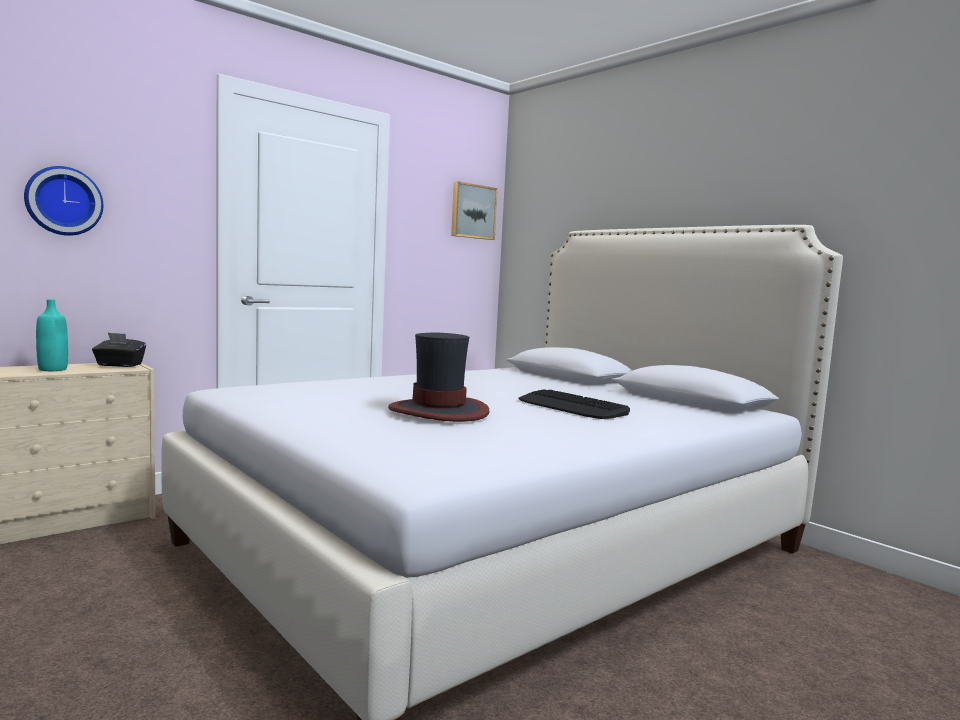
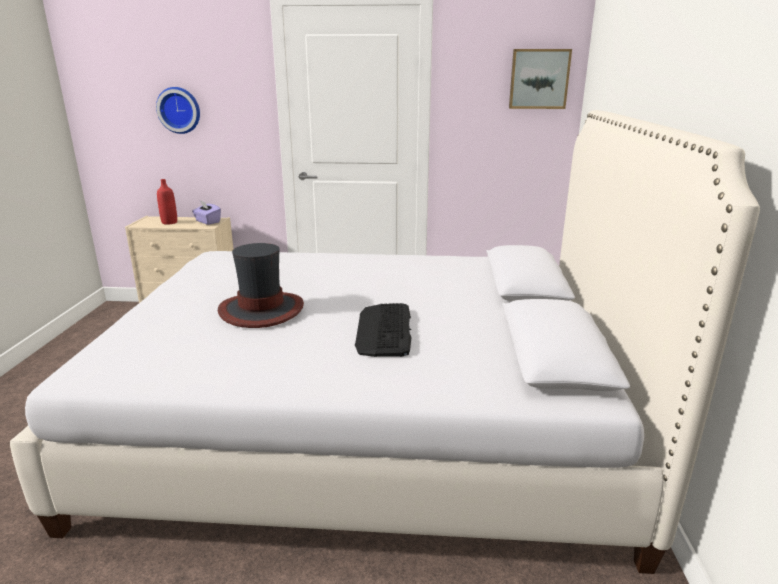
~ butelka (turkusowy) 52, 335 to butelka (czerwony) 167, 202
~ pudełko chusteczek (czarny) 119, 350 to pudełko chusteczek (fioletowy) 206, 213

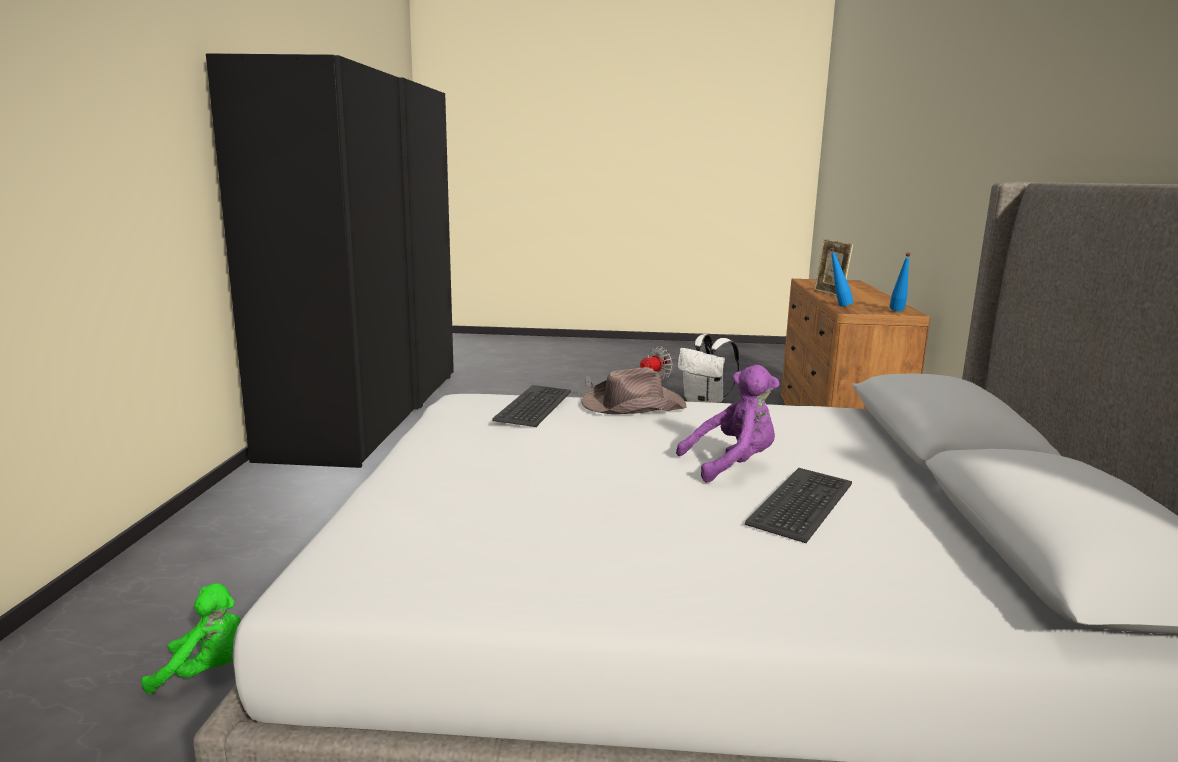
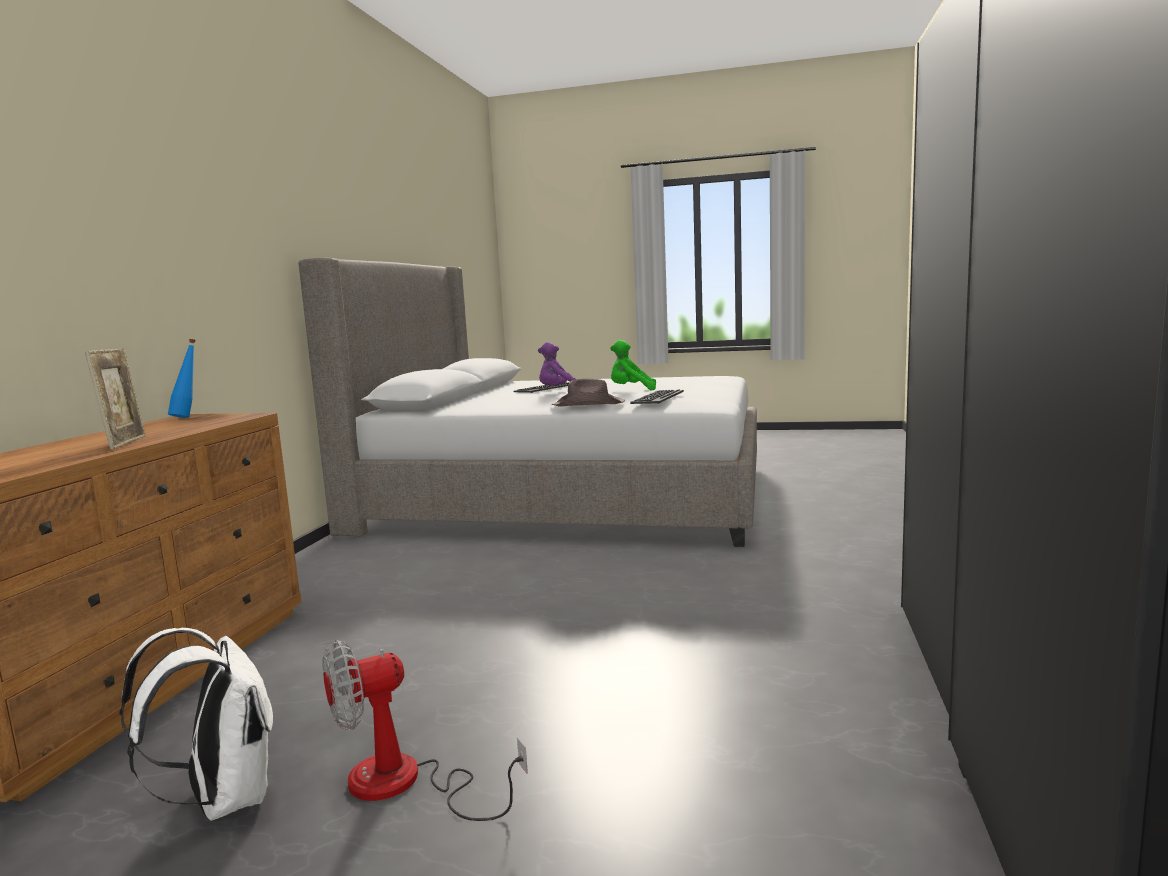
~ pluszak (zielony) 191, 638 to 633, 365
- butelka (niebieski) 841, 277

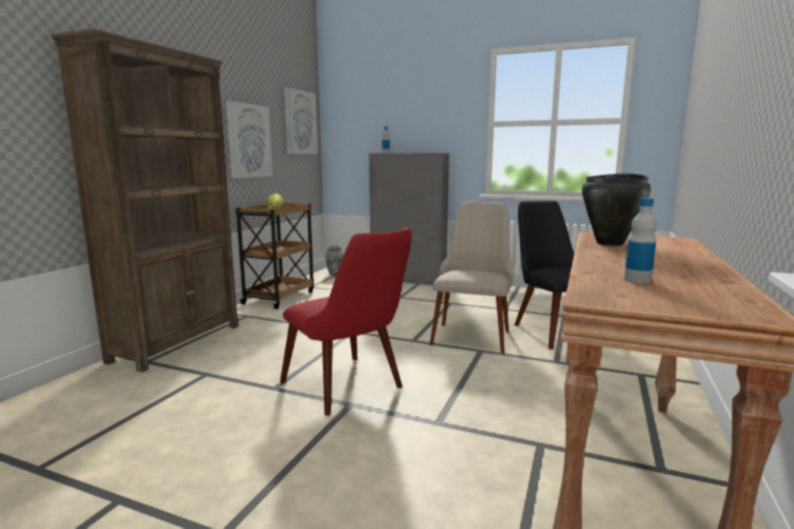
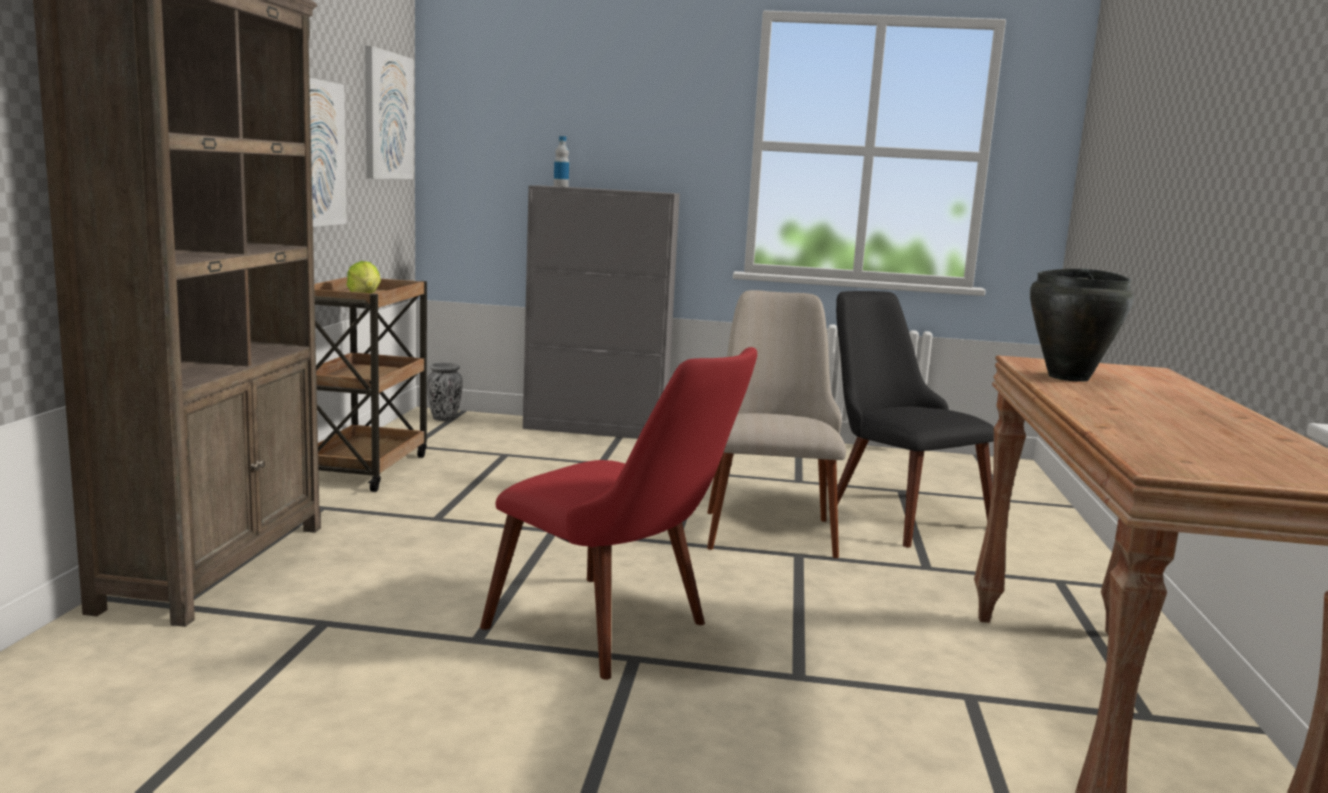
- butelka 640, 241

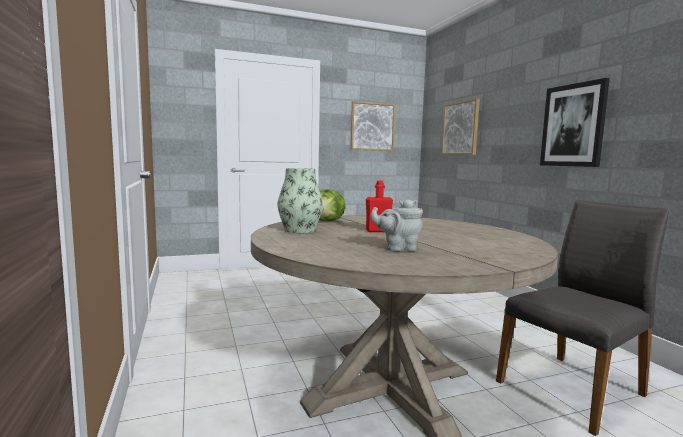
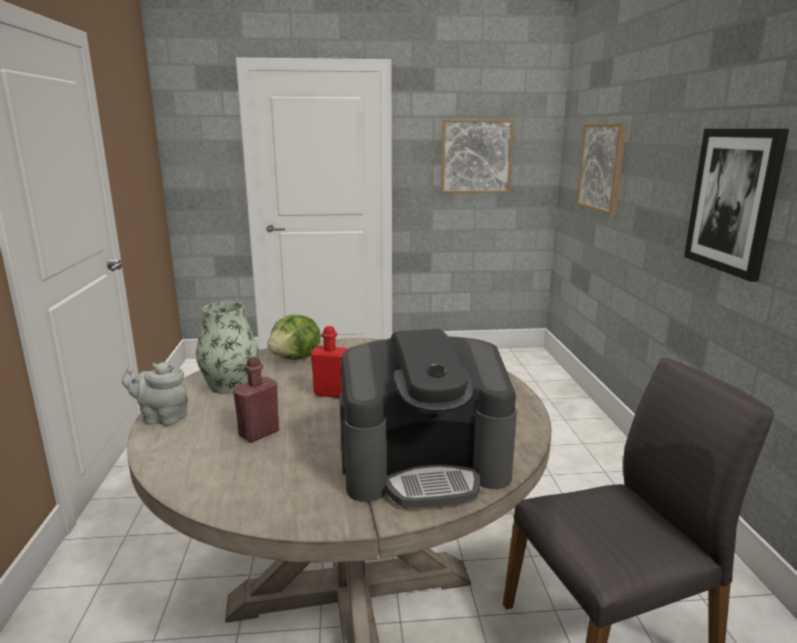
~ imbryk (szary) 396, 225 to 155, 394
+ butelka (czerwony) 256, 399
+ ekspres do kawy 428, 418

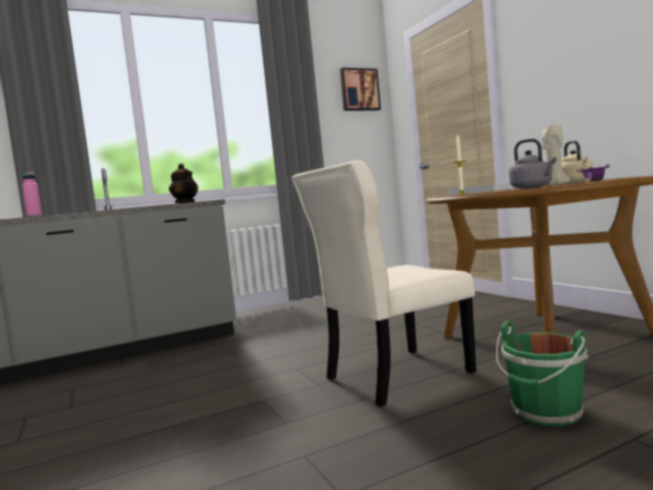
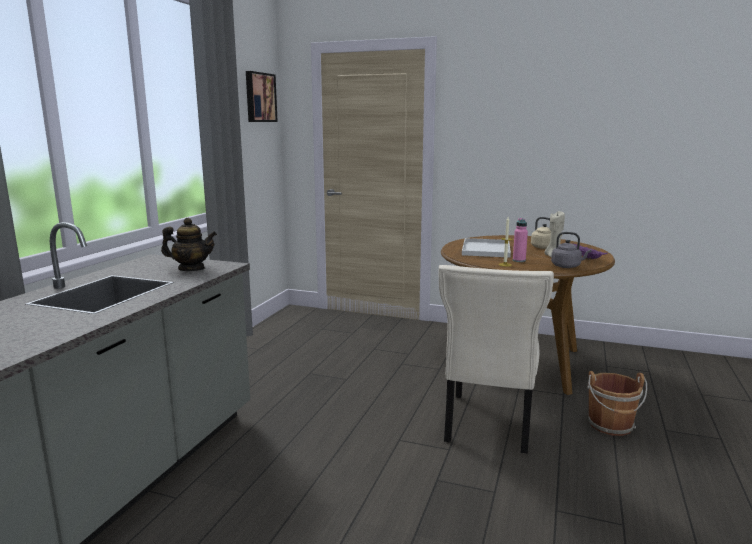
~ butelka (różowy) 32, 194 to 520, 240
~ wiadro (zielony) 542, 374 to wiadro (brązowy) 617, 403

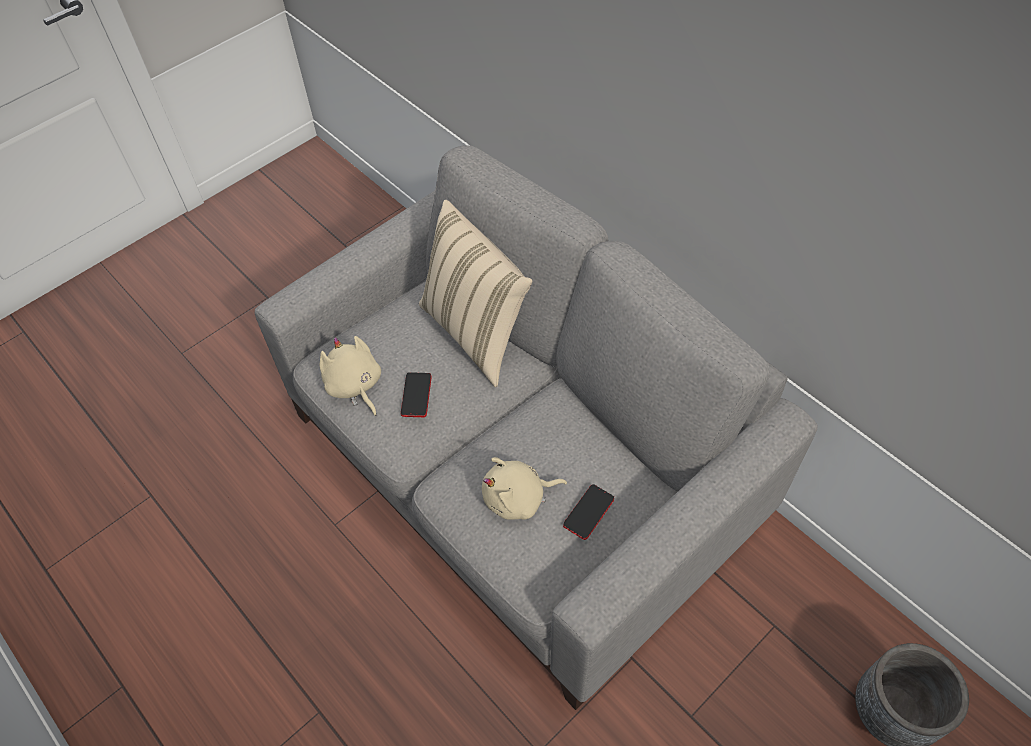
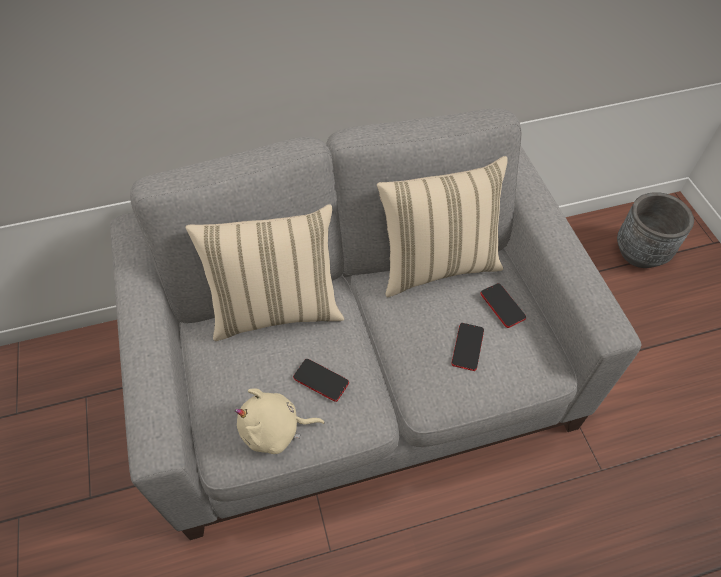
~ pluszak (beżowy) 524, 488 to telefon 468, 347
+ poduszka (beżowy) 442, 226

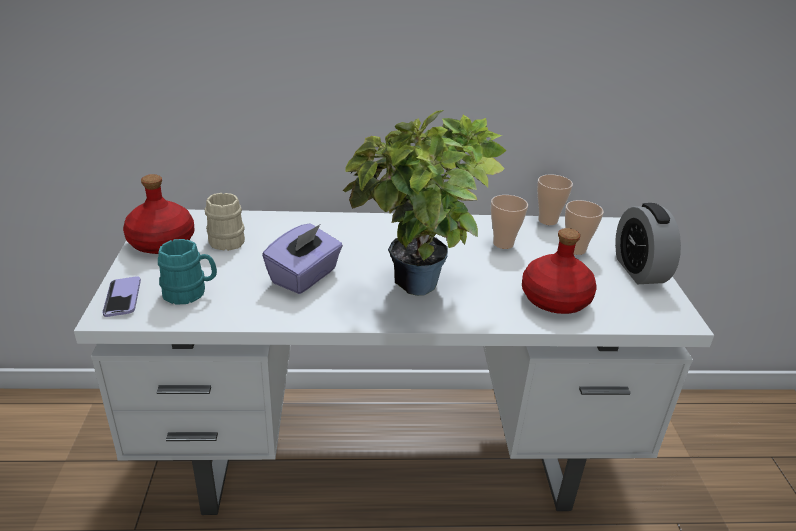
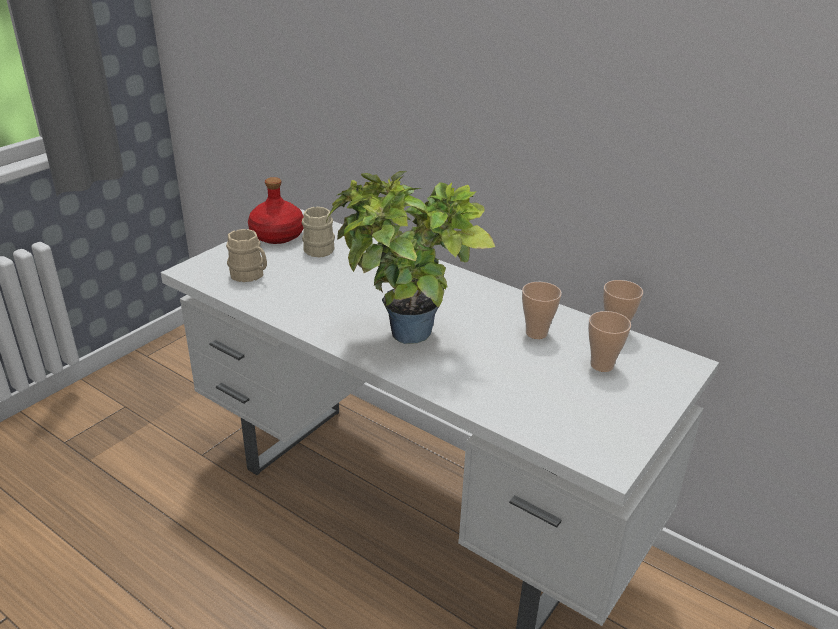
- telefon 121, 296
~ kubek (turkusowy) 187, 272 to kubek (beżowy) 246, 255
- pudełko chusteczek (fioletowy) 302, 258
- butelka (czerwony) 559, 271
- budzik 648, 243

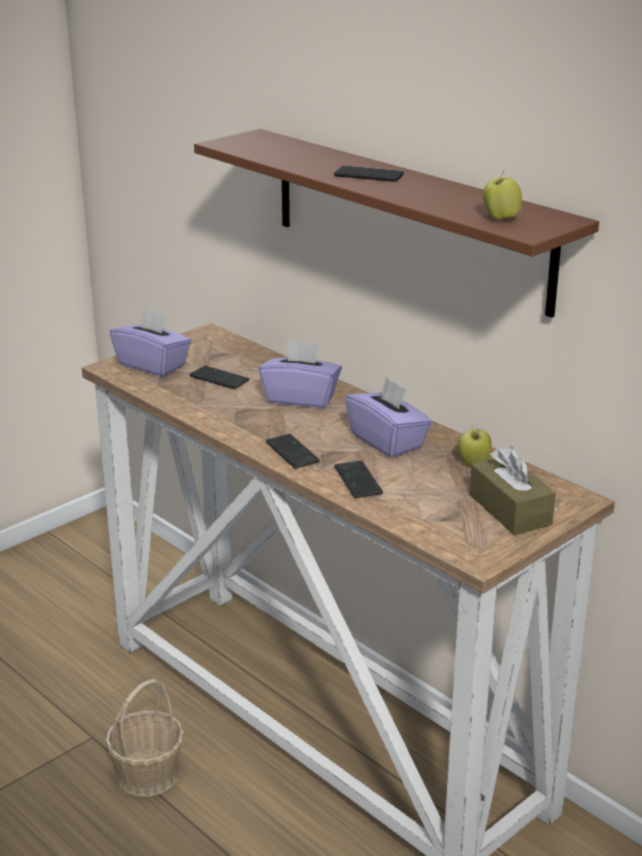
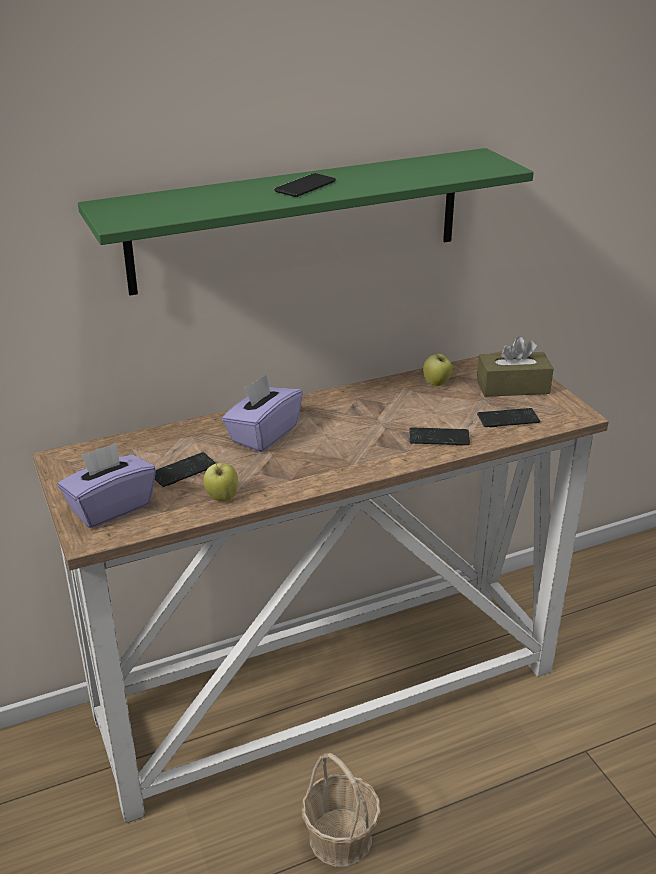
~ półka (brązowy) 396, 223 to półka (zielony) 306, 221
~ telefon 293, 451 to 508, 417
- pudełko chusteczek (fioletowy) 388, 417
~ jabłko 502, 195 to 220, 480

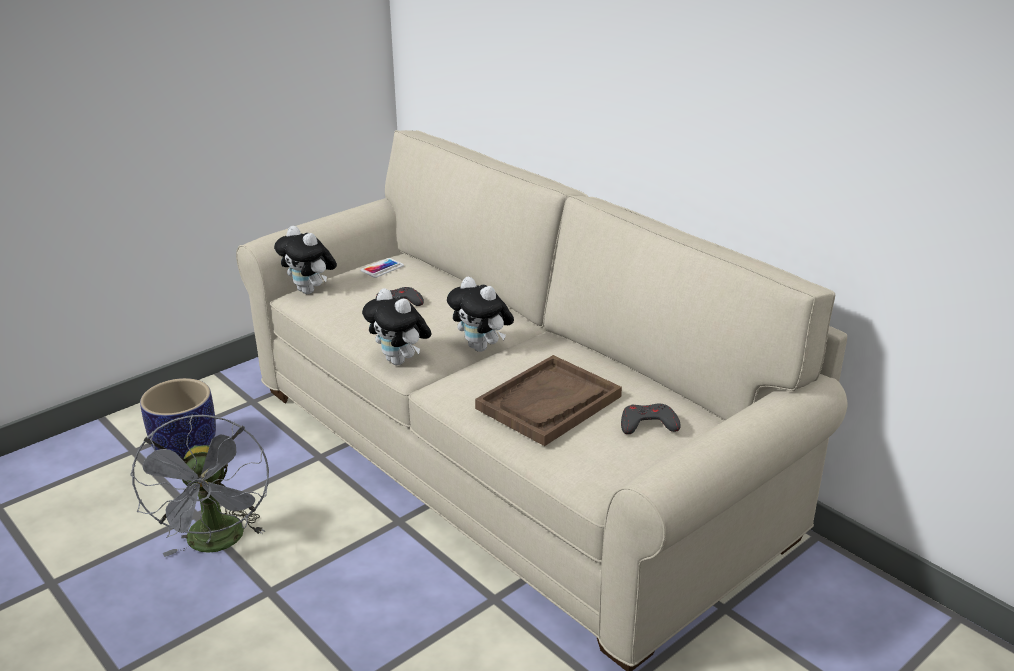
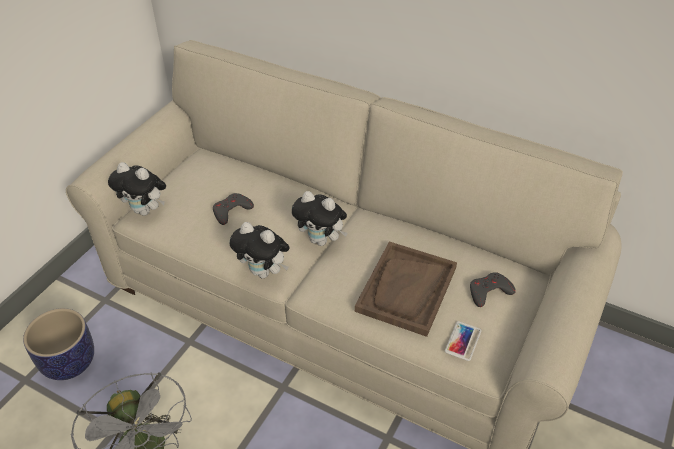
~ telefon 382, 268 to 463, 341

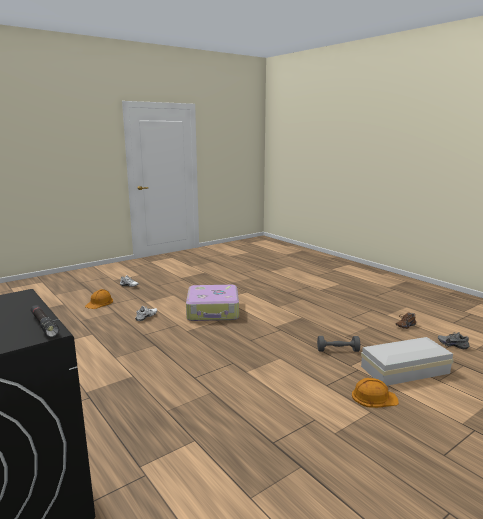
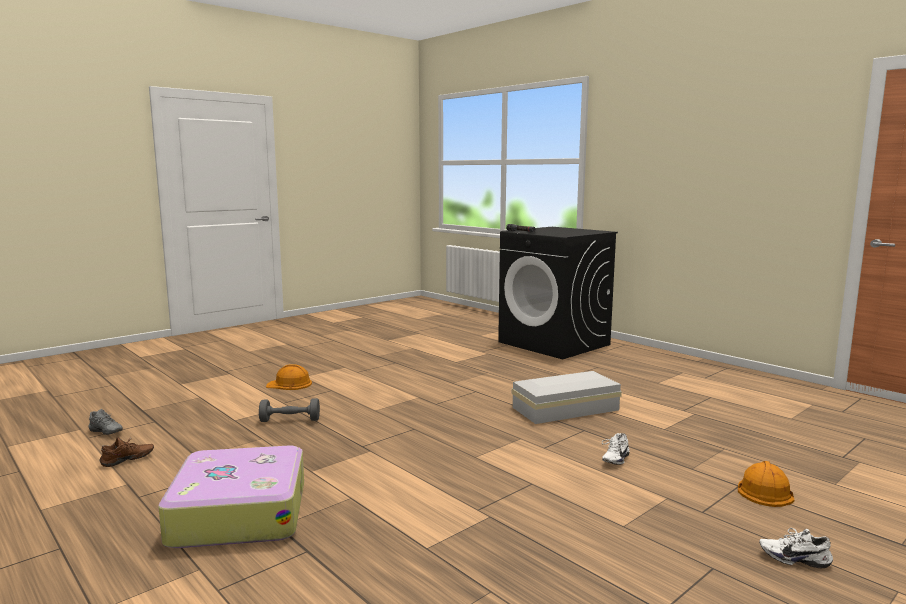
~ walizka 212, 303 to 231, 497
~ pojemnik do przechowywania (biały) 407, 361 to 567, 397

